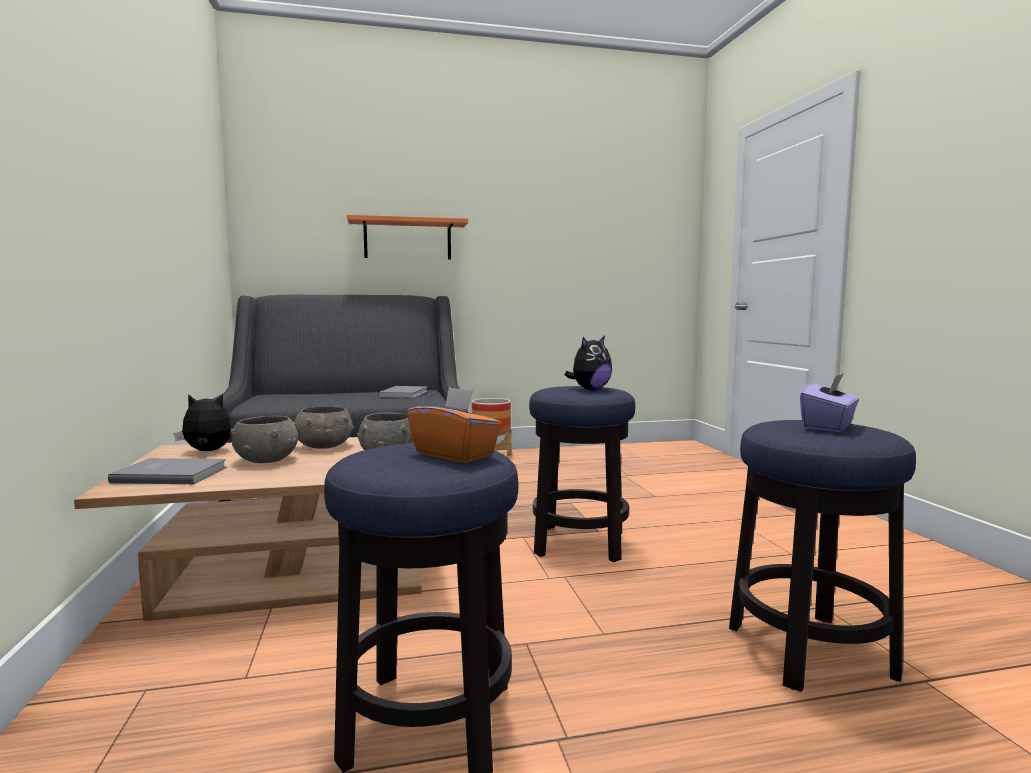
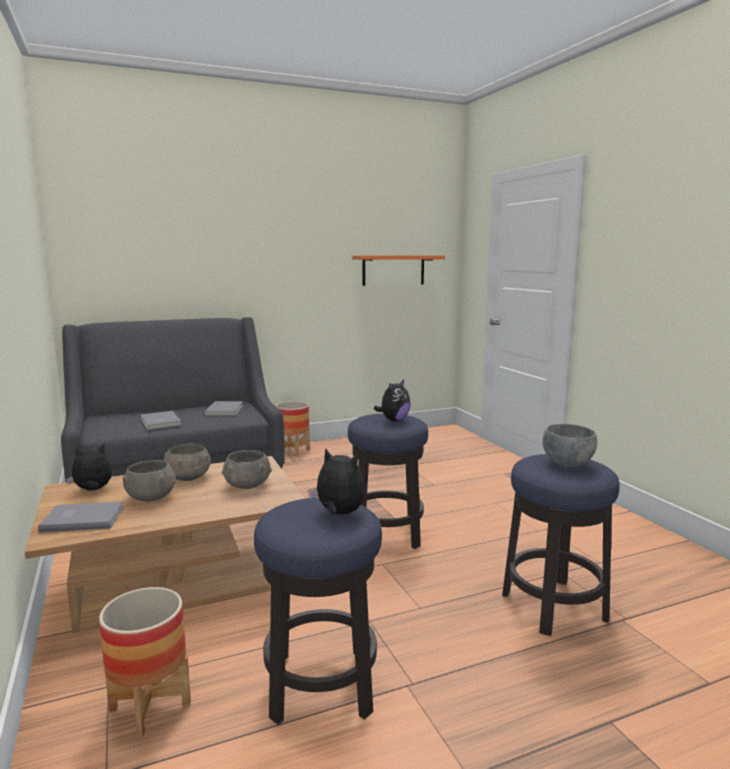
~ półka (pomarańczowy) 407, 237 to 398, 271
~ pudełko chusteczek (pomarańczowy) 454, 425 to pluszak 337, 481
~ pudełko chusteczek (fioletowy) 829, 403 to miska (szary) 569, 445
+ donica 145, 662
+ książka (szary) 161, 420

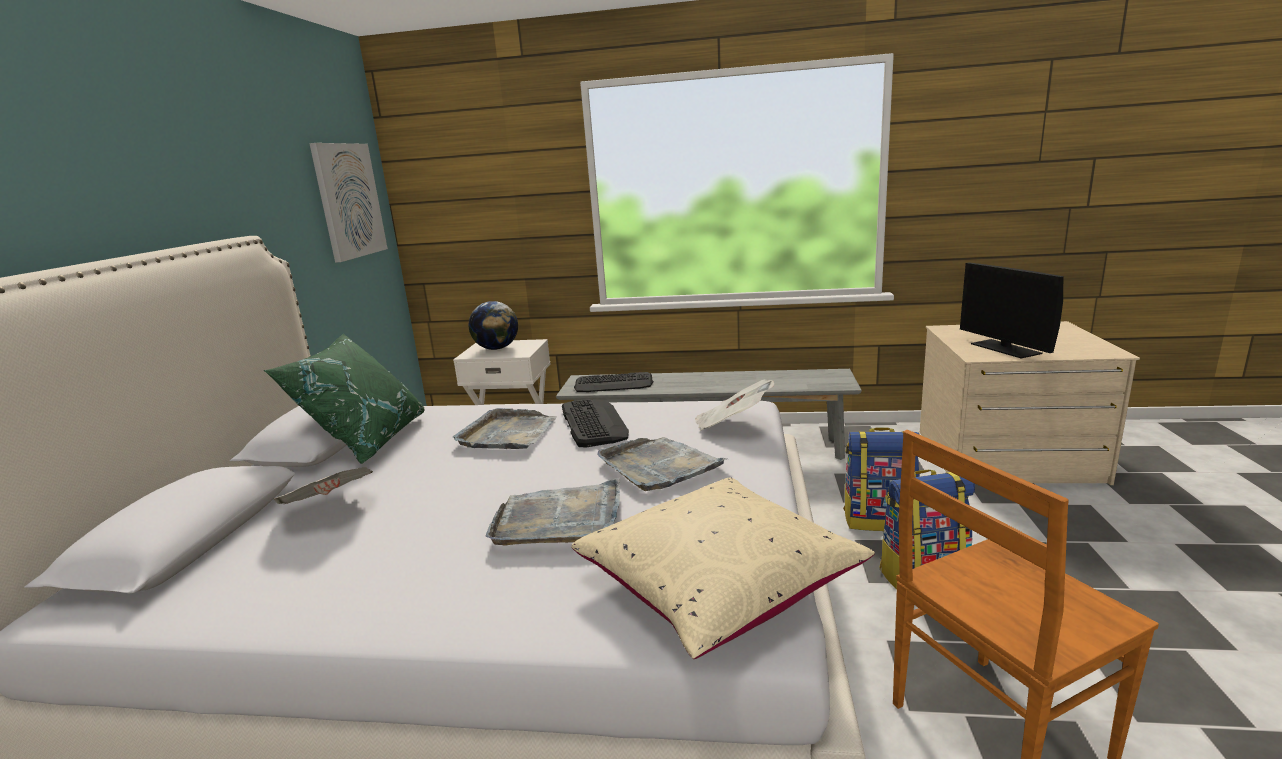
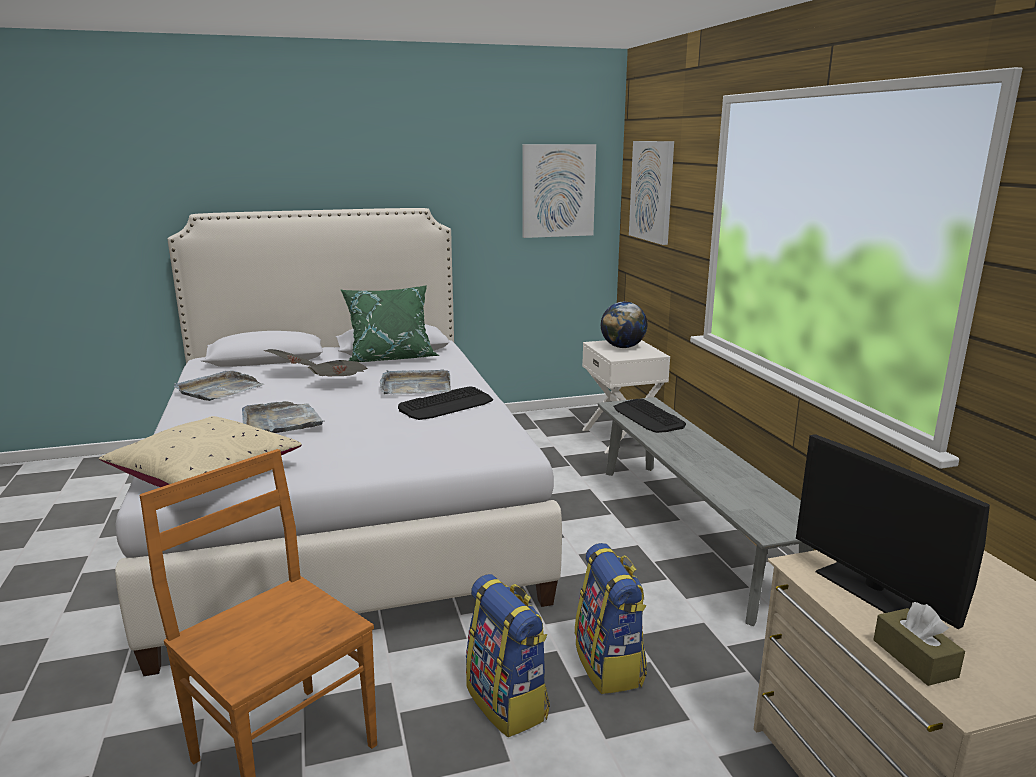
~ taca (szary) 662, 464 to 218, 386
~ gazeta 734, 405 to 337, 368
~ monitor 1011, 310 = 893, 531 75 degrees counterclockwise
+ obraz 651, 193
+ pudełko chusteczek (brązowy) 919, 644

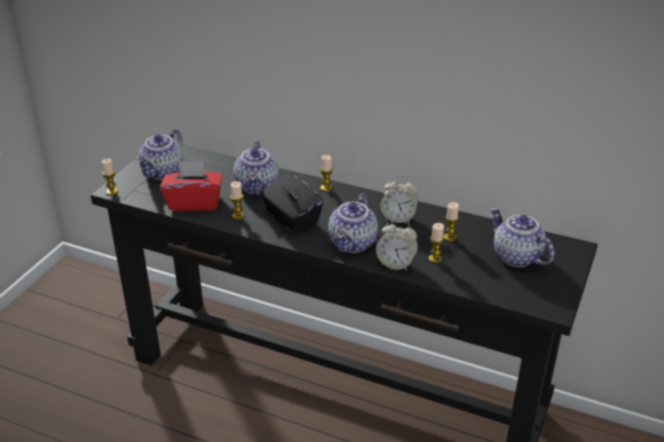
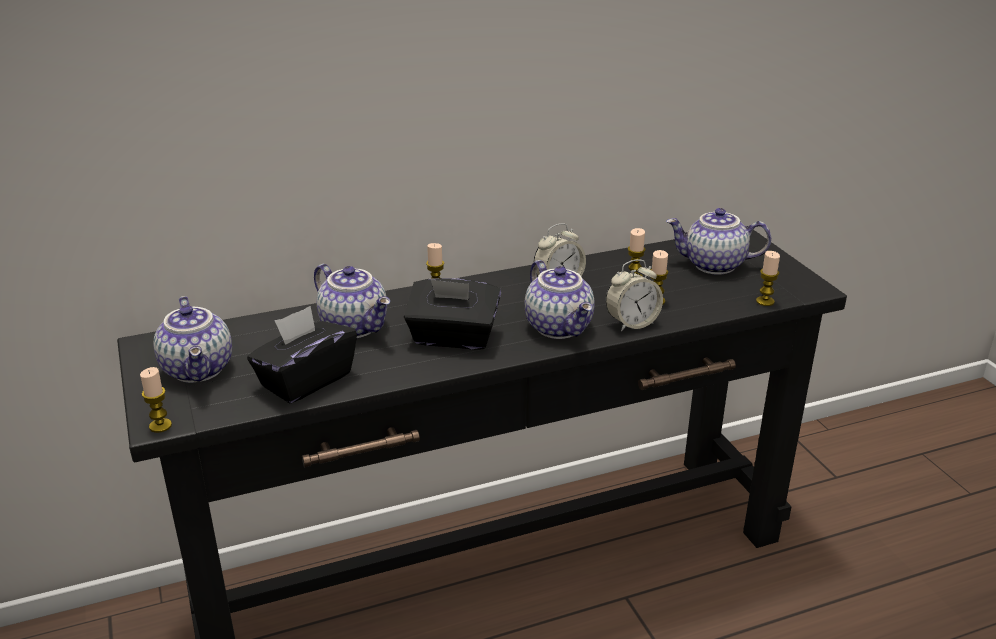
~ pudełko chusteczek (czerwony) 191, 186 to pudełko chusteczek (czarny) 302, 355
~ świeca 237, 200 to 768, 278

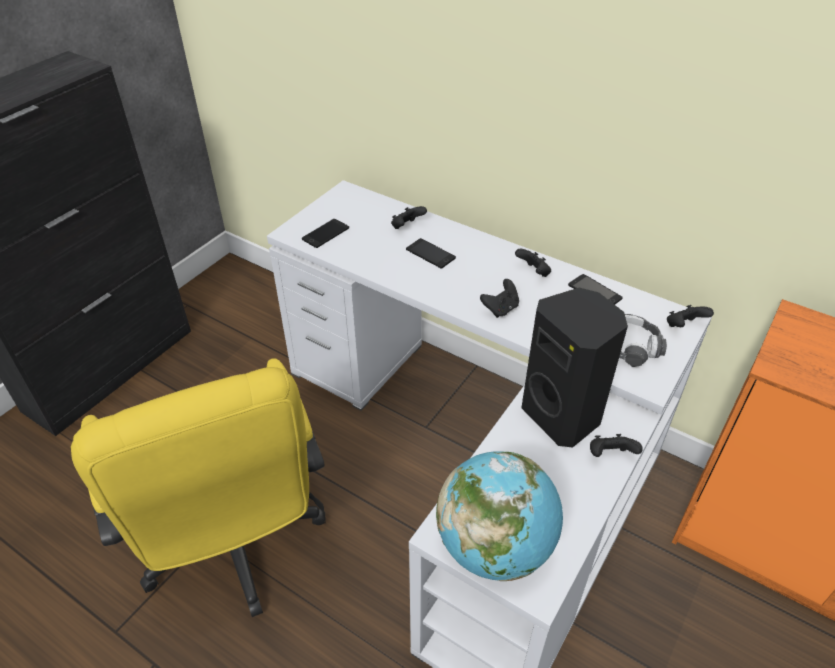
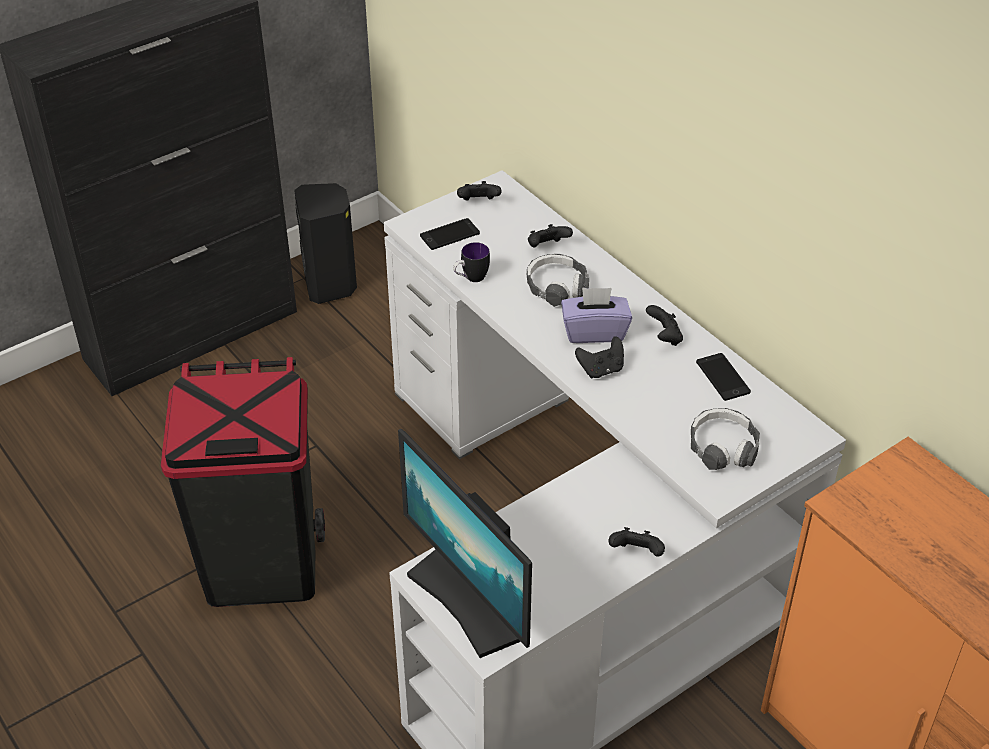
~ krzesło biurowe (żółty) 198, 487 to kosz na śmieci (czarny) 243, 482
~ telefon 431, 253 to słuchawki 558, 280
~ globus 499, 516 to monitor 465, 543
~ głośnik (czarny) 574, 367 to 325, 243
~ pad do gier (czarny) 690, 316 to 479, 191
+ kubek 471, 262
+ pudełko chusteczek (fioletowy) 596, 315

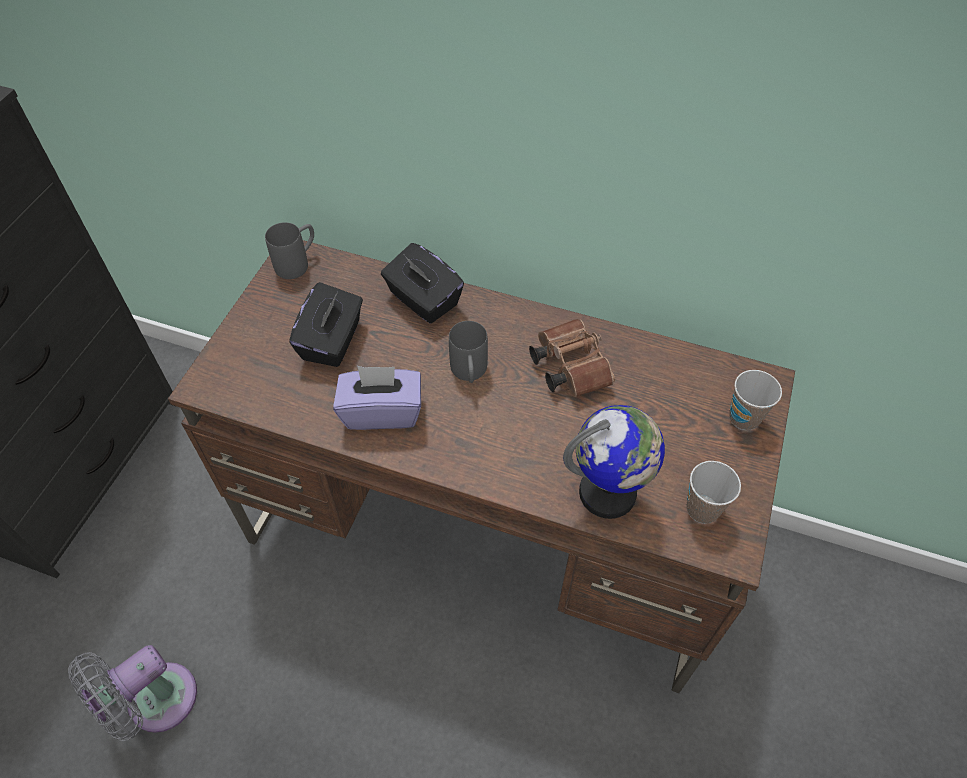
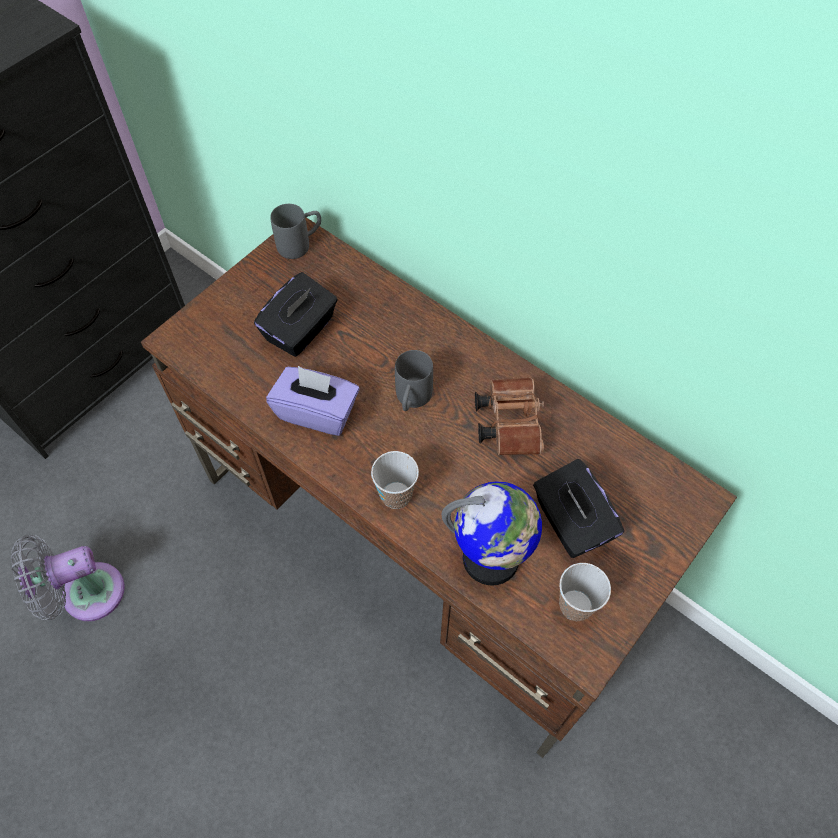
~ pudełko chusteczek (czarny) 422, 283 to 578, 508
~ filiżanka 755, 400 to 395, 480

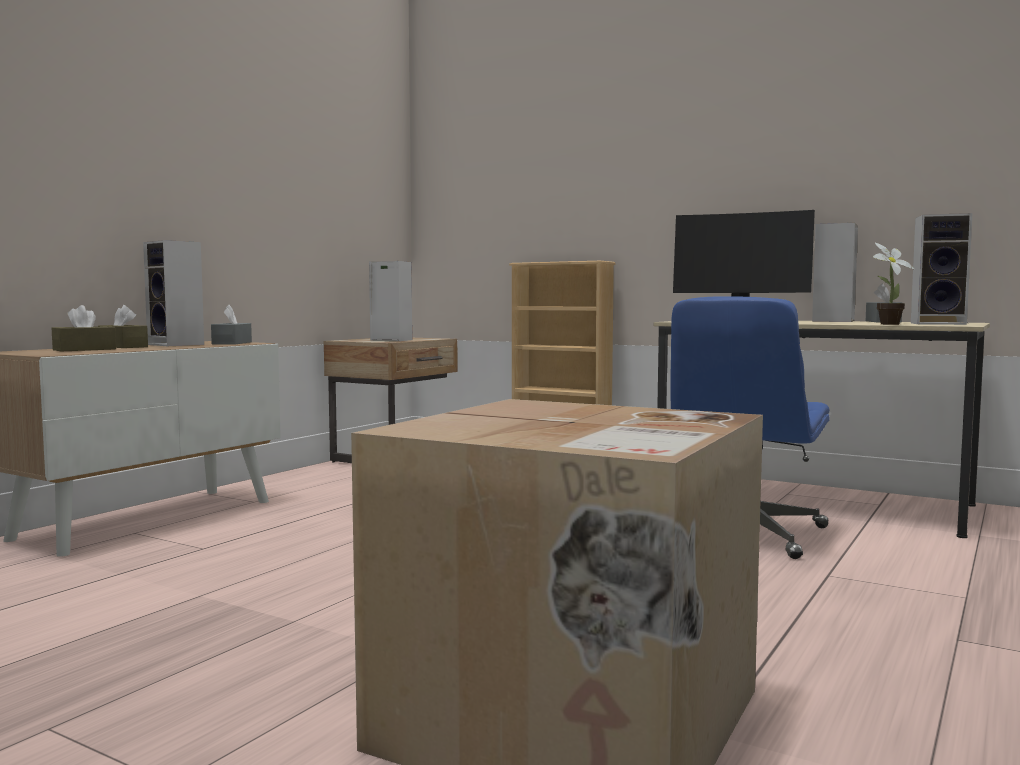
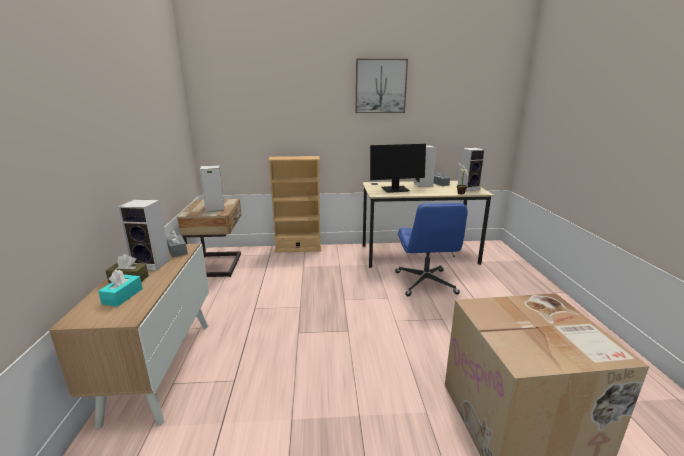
~ pudełko chusteczek (brązowy) 84, 328 to pudełko chusteczek (turkusowy) 120, 288
+ obraz 382, 86

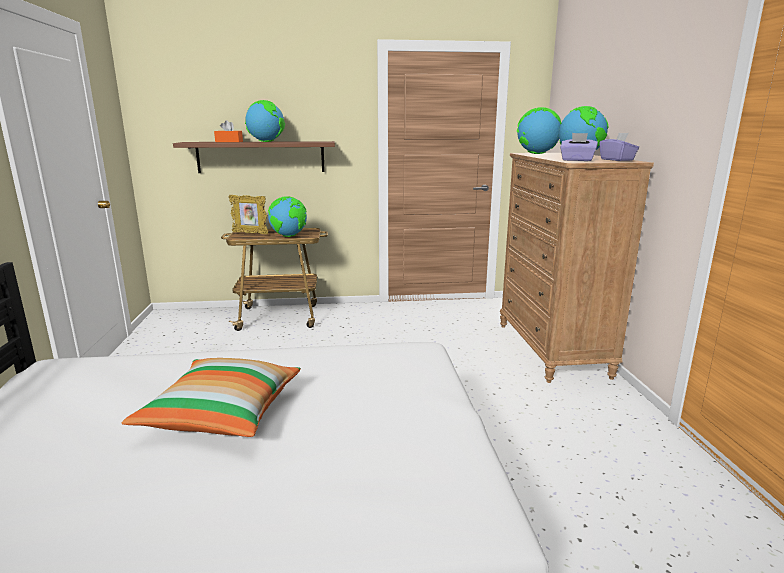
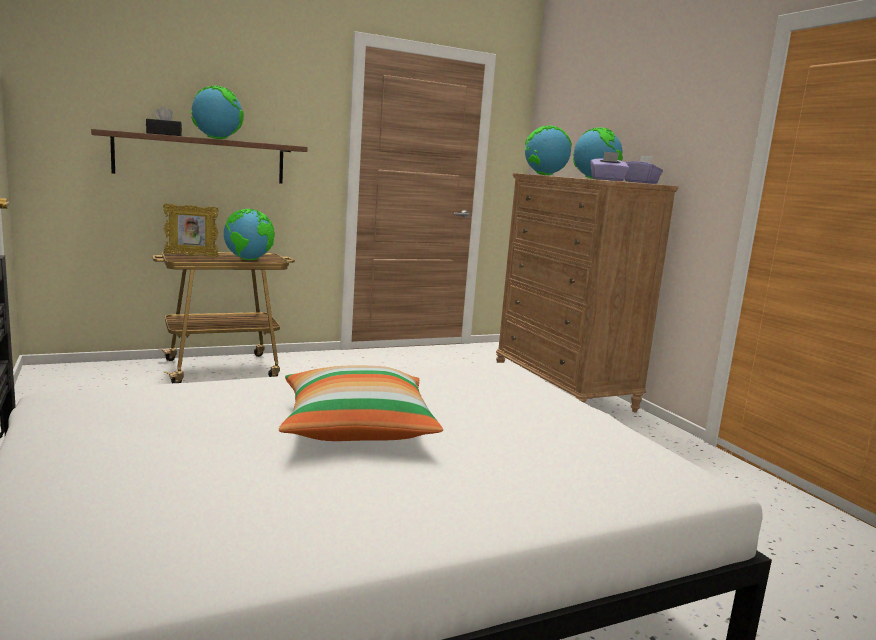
~ pudełko chusteczek (pomarańczowy) 228, 131 to pudełko chusteczek (czarny) 164, 121

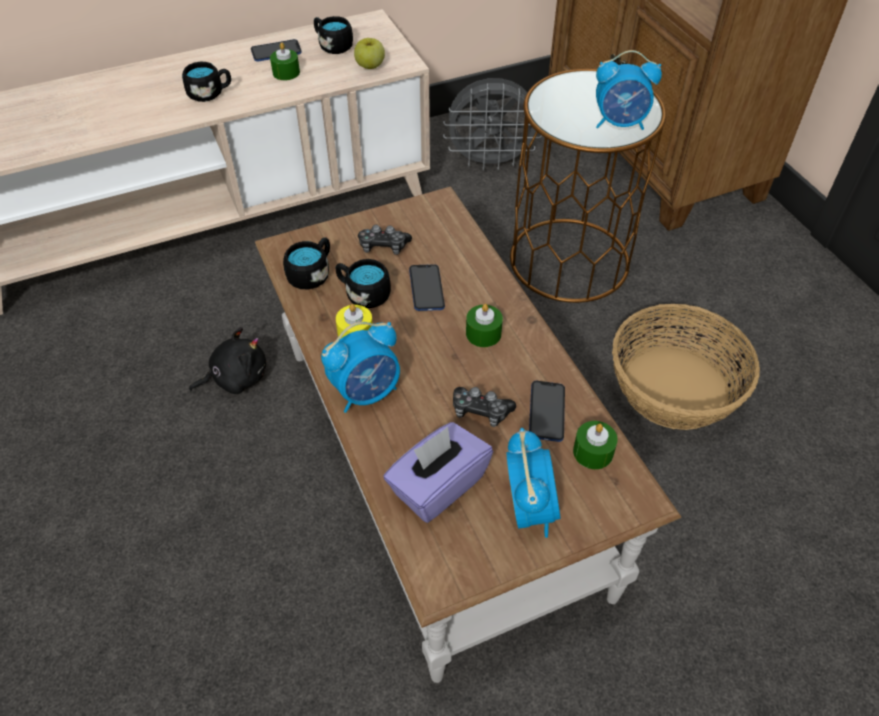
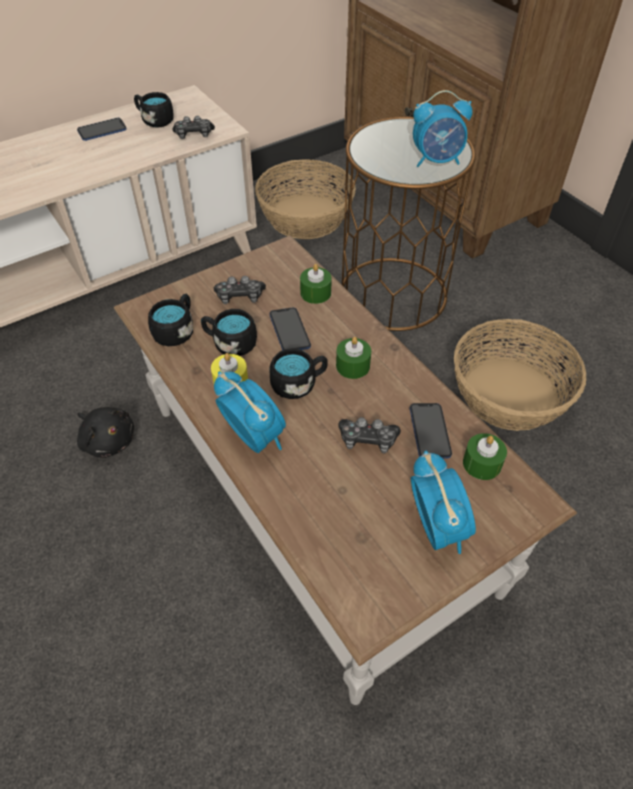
~ kubek (czarny) 206, 82 to 298, 373
~ pluszak (czarny) 227, 360 = 105, 432 75 degrees clockwise
~ świeca (zielony) 285, 61 to 316, 284
~ budzik 360, 367 = 250, 412 90 degrees counterclockwise
~ jabłko 369, 53 to pad do gier 194, 127
- pudełko chusteczek (fioletowy) 438, 472
~ wentylator (szary) 492, 124 to koszyk 305, 199

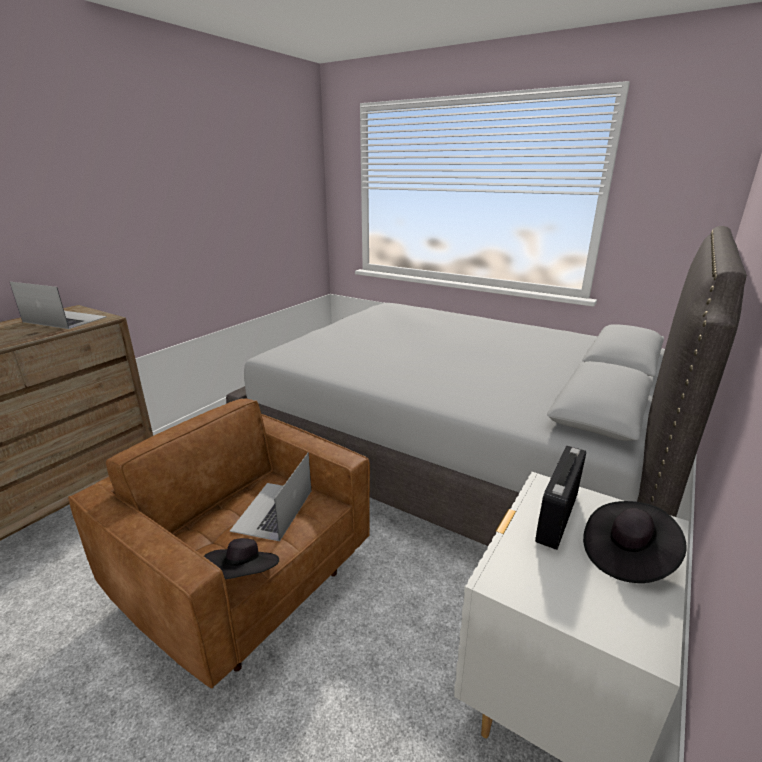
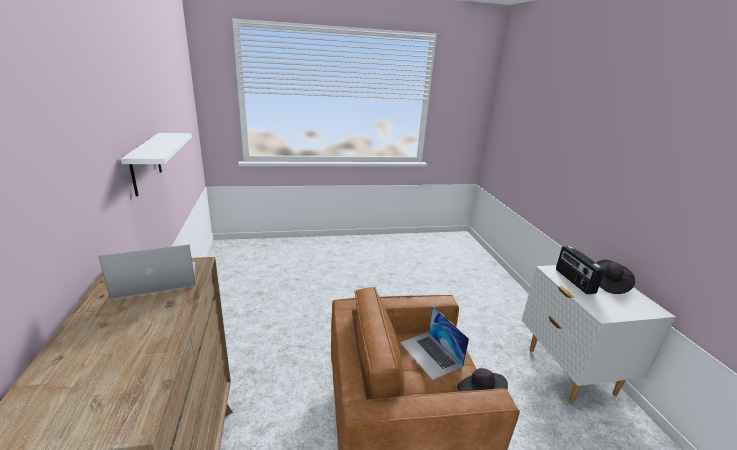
- łóżko (szary) 486, 386
+ półka (biały) 156, 165

